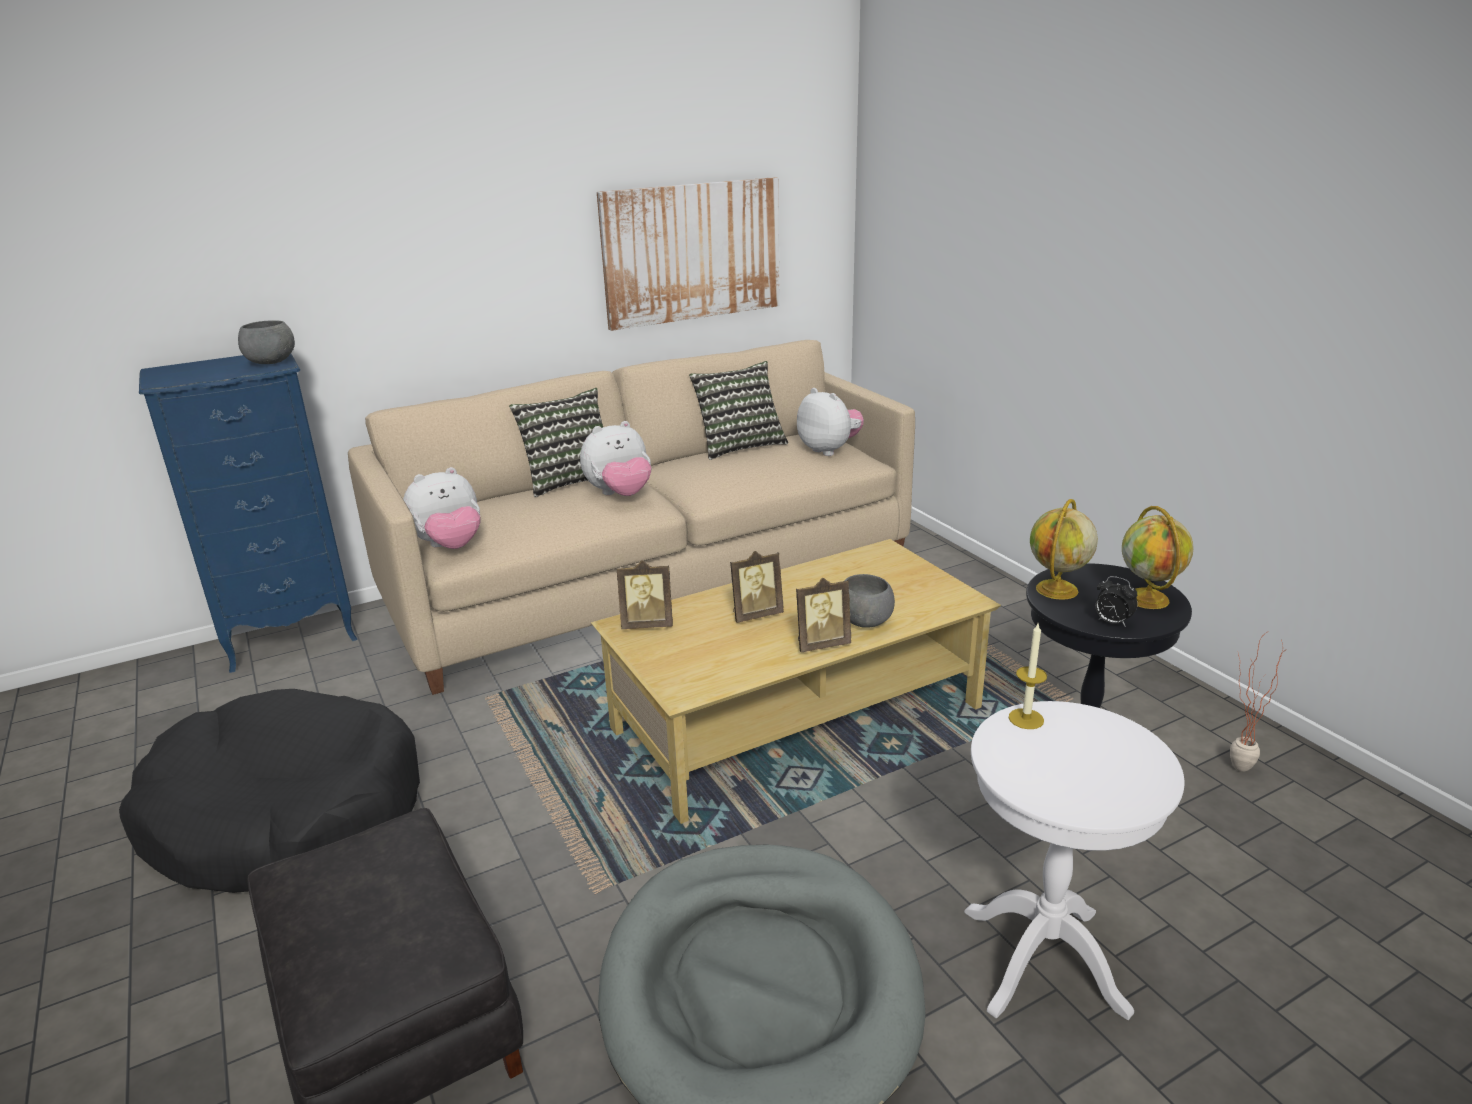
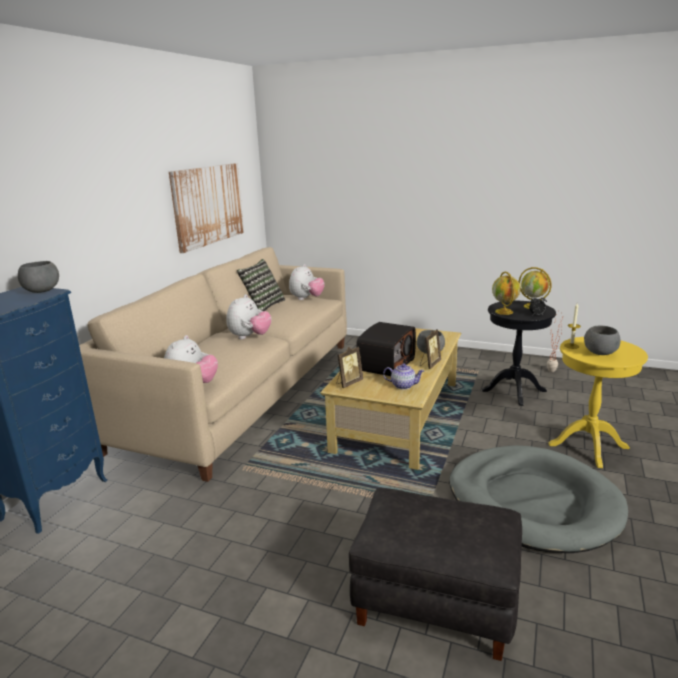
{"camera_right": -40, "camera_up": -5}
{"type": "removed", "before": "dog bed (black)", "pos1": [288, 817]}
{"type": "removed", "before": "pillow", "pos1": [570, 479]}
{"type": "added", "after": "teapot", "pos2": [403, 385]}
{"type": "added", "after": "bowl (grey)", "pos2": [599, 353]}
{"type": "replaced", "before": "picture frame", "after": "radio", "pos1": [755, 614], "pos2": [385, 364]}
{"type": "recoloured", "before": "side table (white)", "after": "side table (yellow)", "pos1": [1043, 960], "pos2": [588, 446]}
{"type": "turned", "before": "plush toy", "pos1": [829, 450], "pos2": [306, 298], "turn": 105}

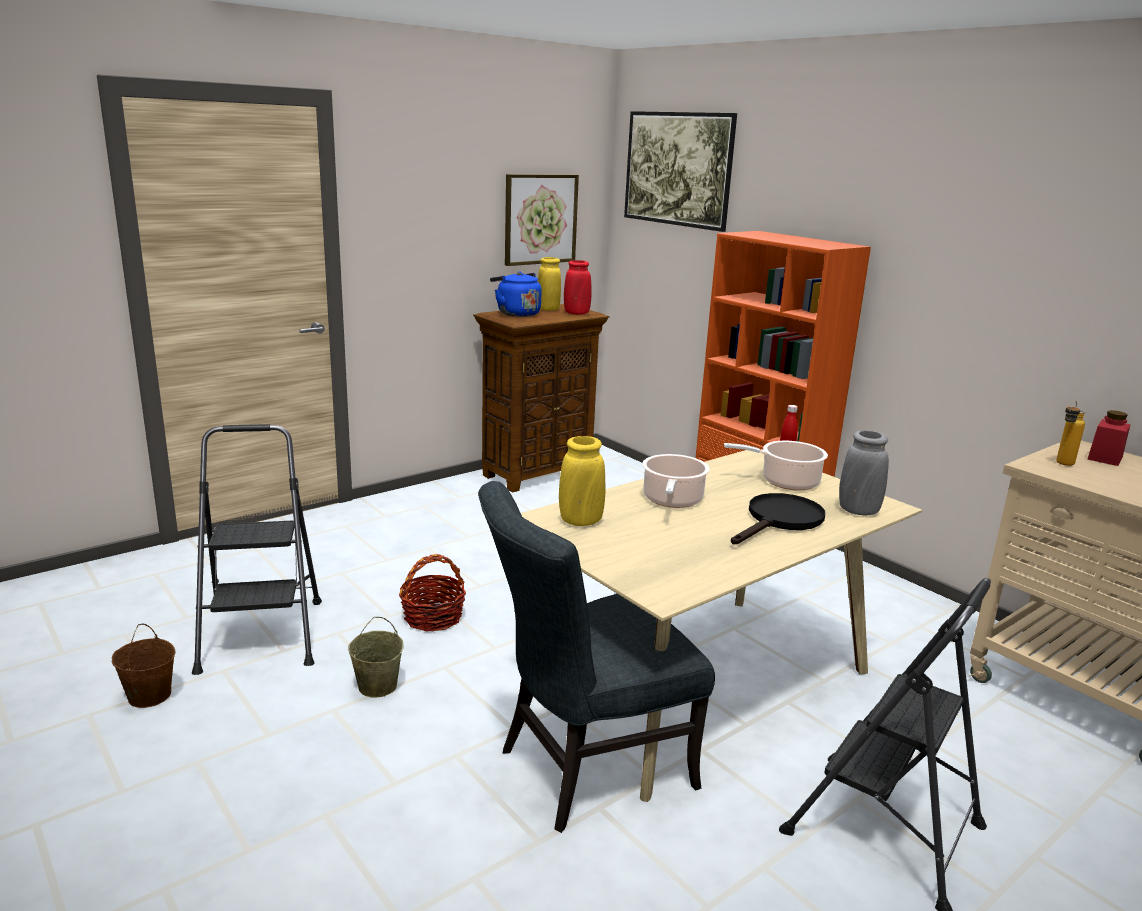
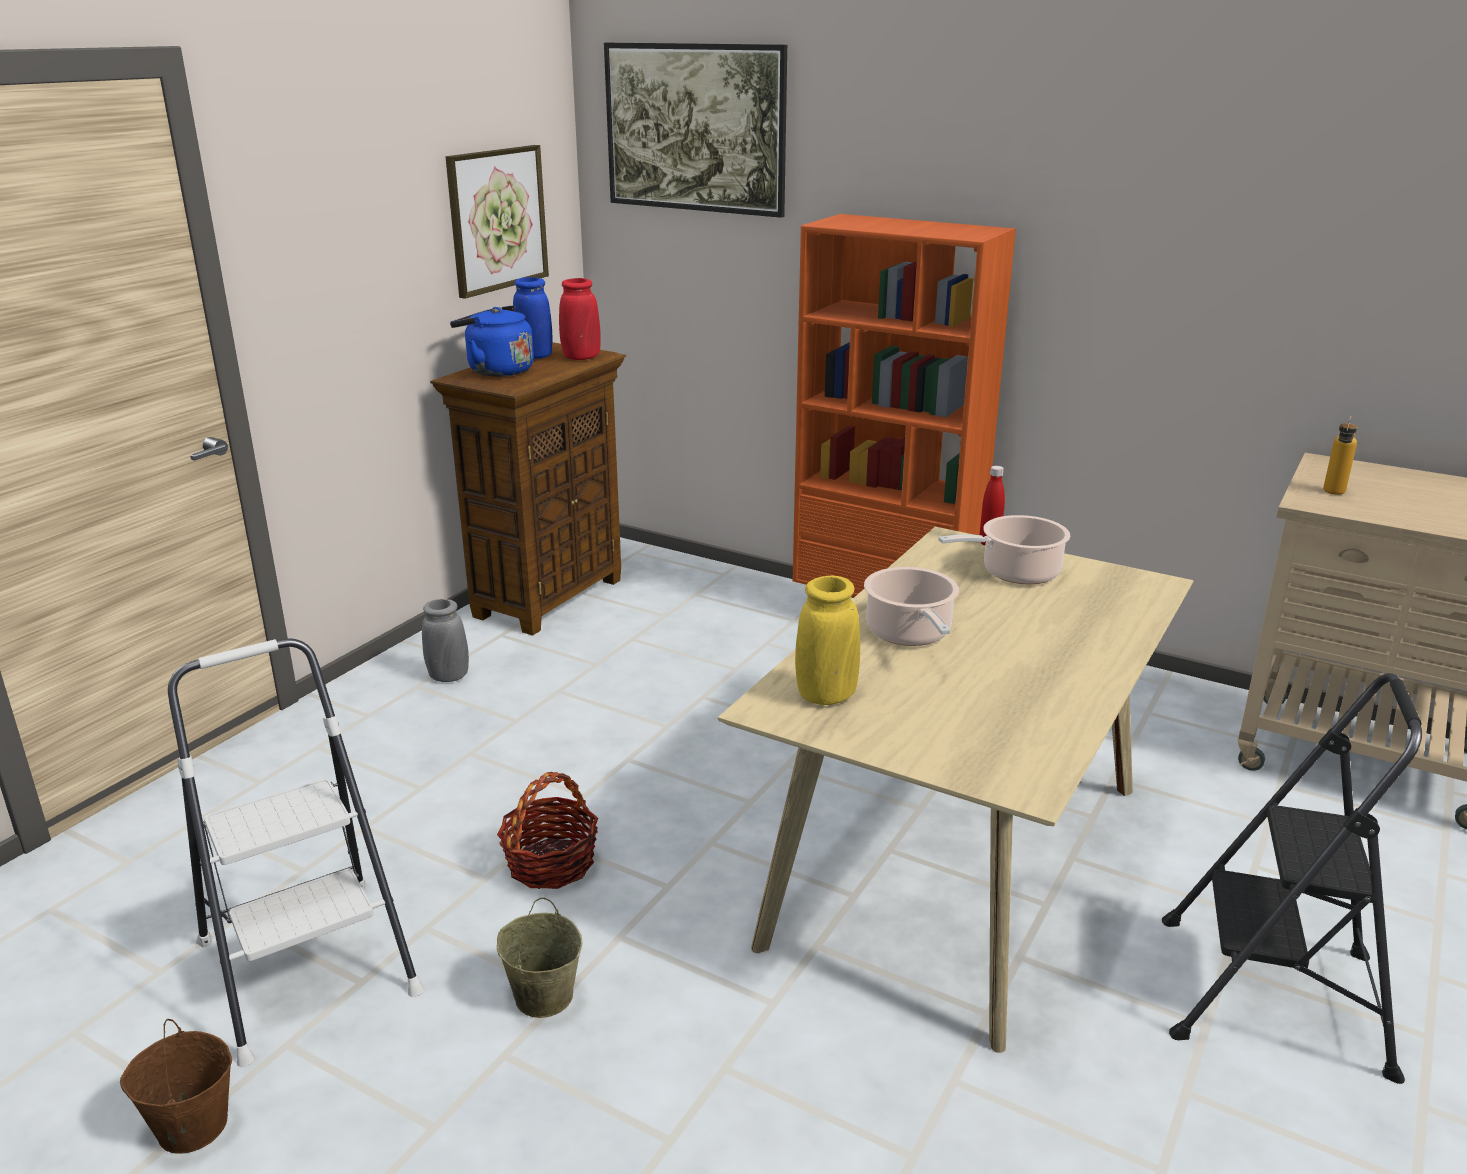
{"camera_right": -20, "camera_up": 5}
{"type": "removed", "before": "chair (grey)", "pos1": [585, 769]}
{"type": "removed", "before": "frying pan (black)", "pos1": [780, 520]}
{"type": "removed", "before": "jar (red)", "pos1": [1105, 458]}
{"type": "moved", "before": "vase (grey)", "pos1": [858, 511], "pos2": [448, 676]}
{"type": "recoloured", "before": "step ladder (black)", "after": "step ladder (white)", "pos1": [262, 631], "pos2": [306, 960]}
{"type": "recoloured", "before": "vase (yellow)", "after": "vase (blue)", "pos1": [548, 309], "pos2": [535, 356]}

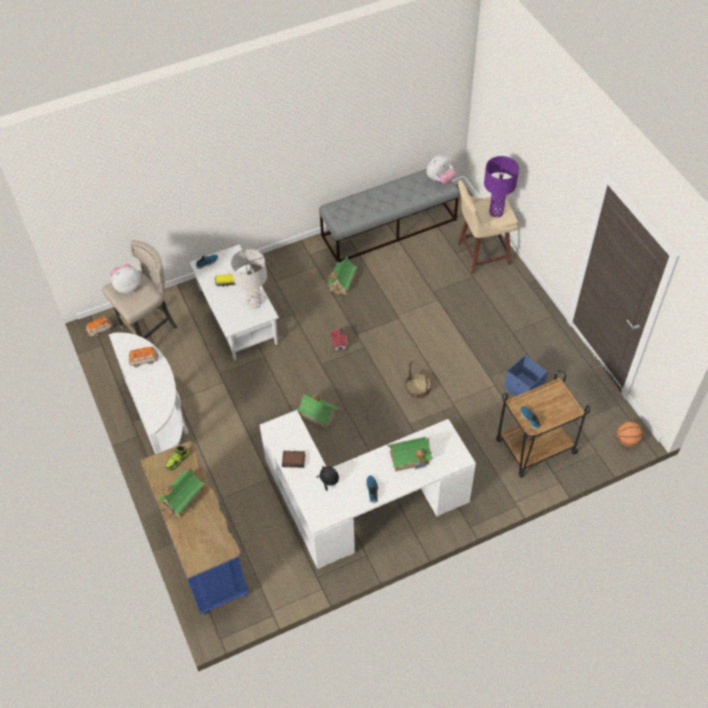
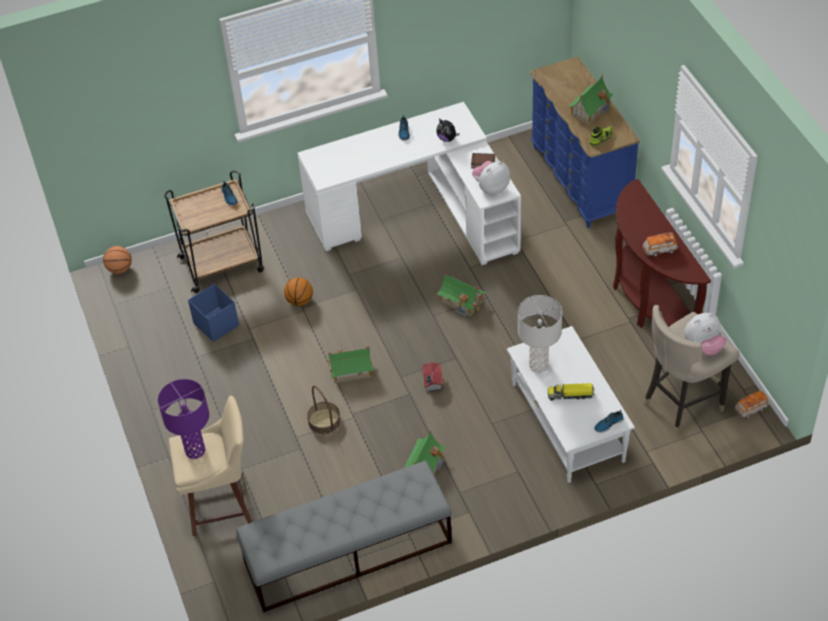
{"camera_right": -175, "camera_up": -5}
{"type": "added", "after": "basketball", "pos2": [300, 301]}
{"type": "moved", "before": "toy house", "pos1": [410, 457], "pos2": [351, 371]}
{"type": "moved", "before": "basket", "pos1": [417, 388], "pos2": [324, 421]}
{"type": "moved", "before": "plush toy", "pos1": [440, 180], "pos2": [491, 188]}
{"type": "recoloured", "before": "console table (white)", "after": "console table (brown)", "pos1": [160, 421], "pos2": [647, 299]}

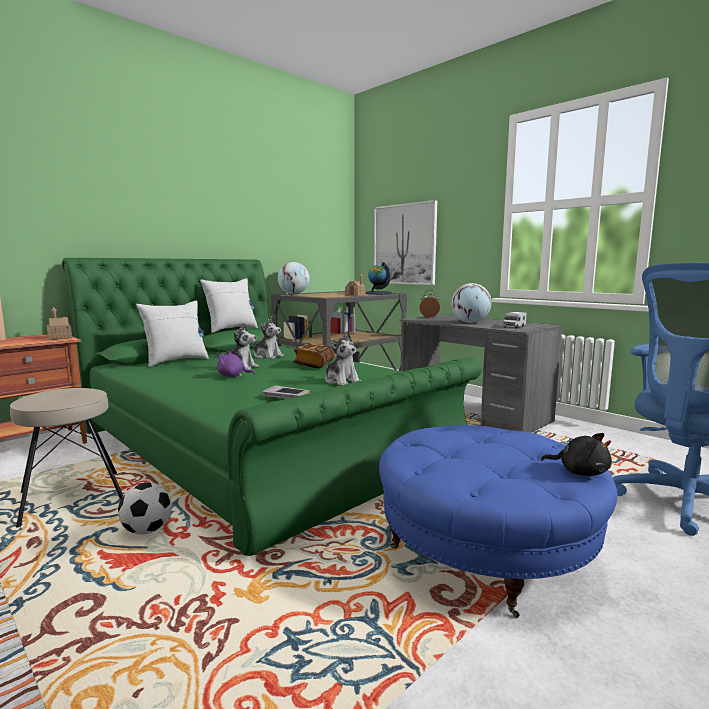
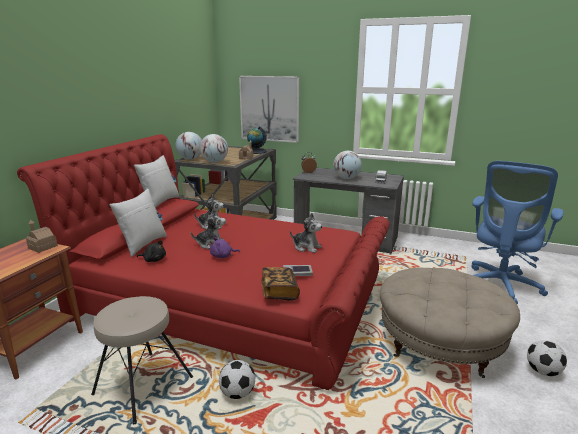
{"camera_right": -25, "camera_up": 10}
{"type": "added", "after": "globe", "pos2": [214, 162]}
{"type": "added", "after": "football", "pos2": [542, 371]}
{"type": "moved", "before": "book", "pos1": [314, 364], "pos2": [279, 292]}
{"type": "moved", "before": "plush toy (black)", "pos1": [580, 472], "pos2": [154, 260]}
{"type": "recoloured", "before": "bed (green)", "after": "bed (red)", "pos1": [258, 443], "pos2": [229, 297]}
{"type": "recoloured", "before": "ottoman (blue)", "after": "ottoman (beige)", "pos1": [485, 551], "pos2": [439, 343]}

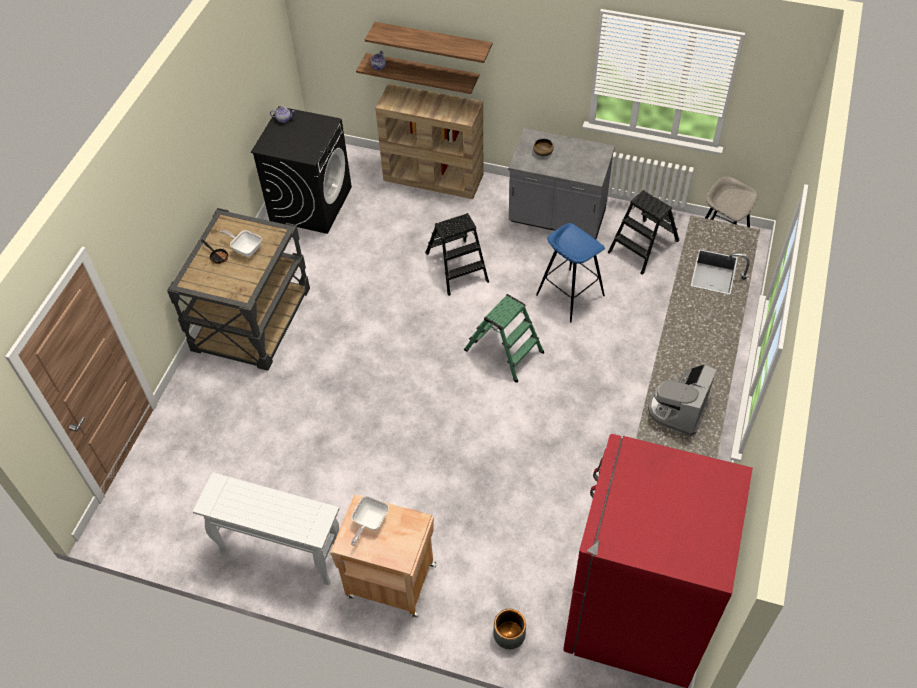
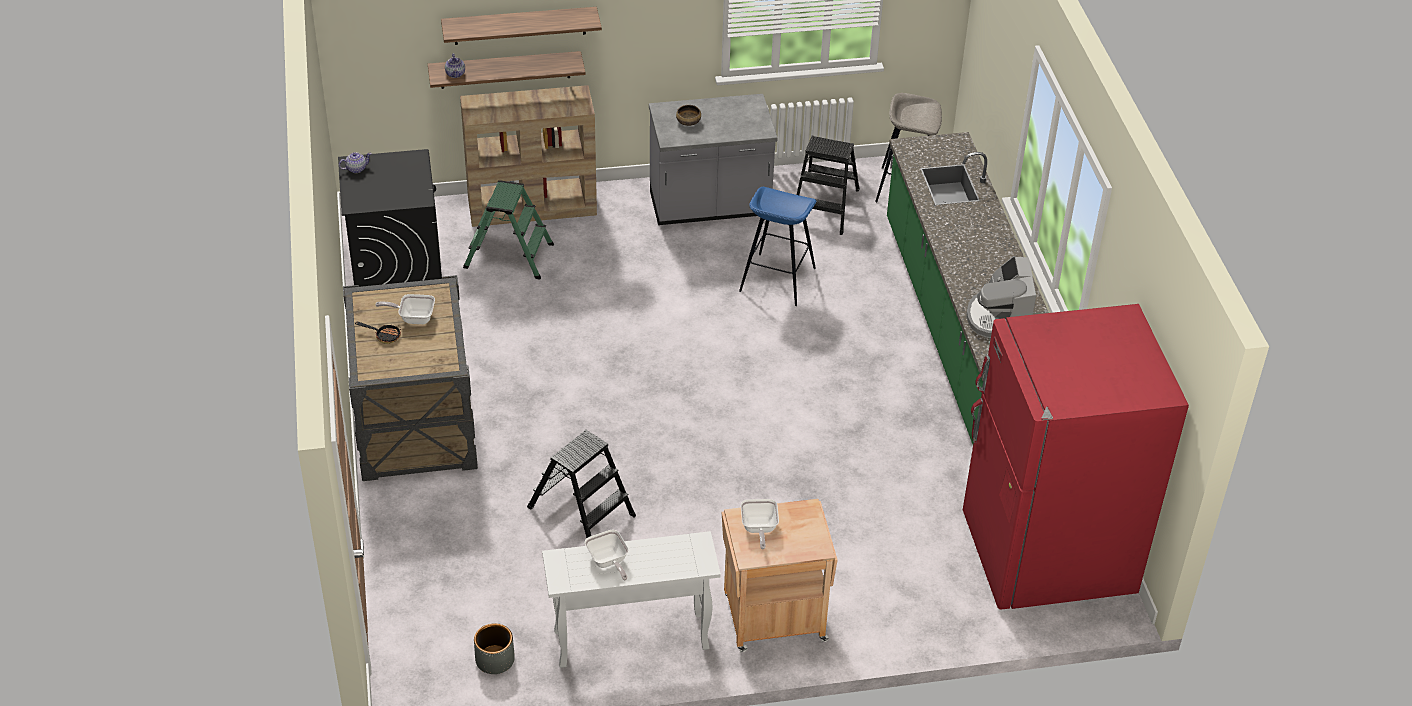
{"camera_right": -30, "camera_up": -10}
{"type": "added", "after": "frying pan", "pos2": [608, 562]}
{"type": "moved", "before": "step ladder (black)", "pos1": [456, 267], "pos2": [581, 511]}
{"type": "moved", "before": "step ladder (green)", "pos1": [503, 351], "pos2": [508, 256]}
{"type": "moved", "before": "planter (grey)", "pos1": [509, 634], "pos2": [495, 660]}

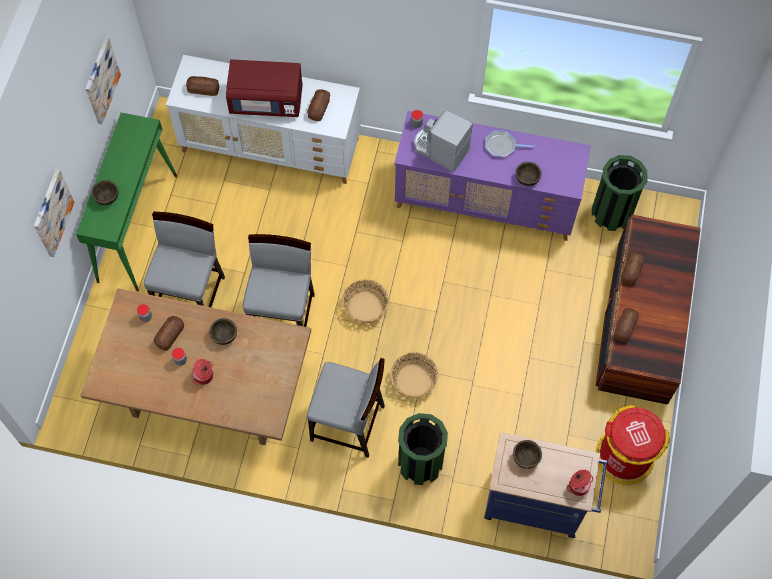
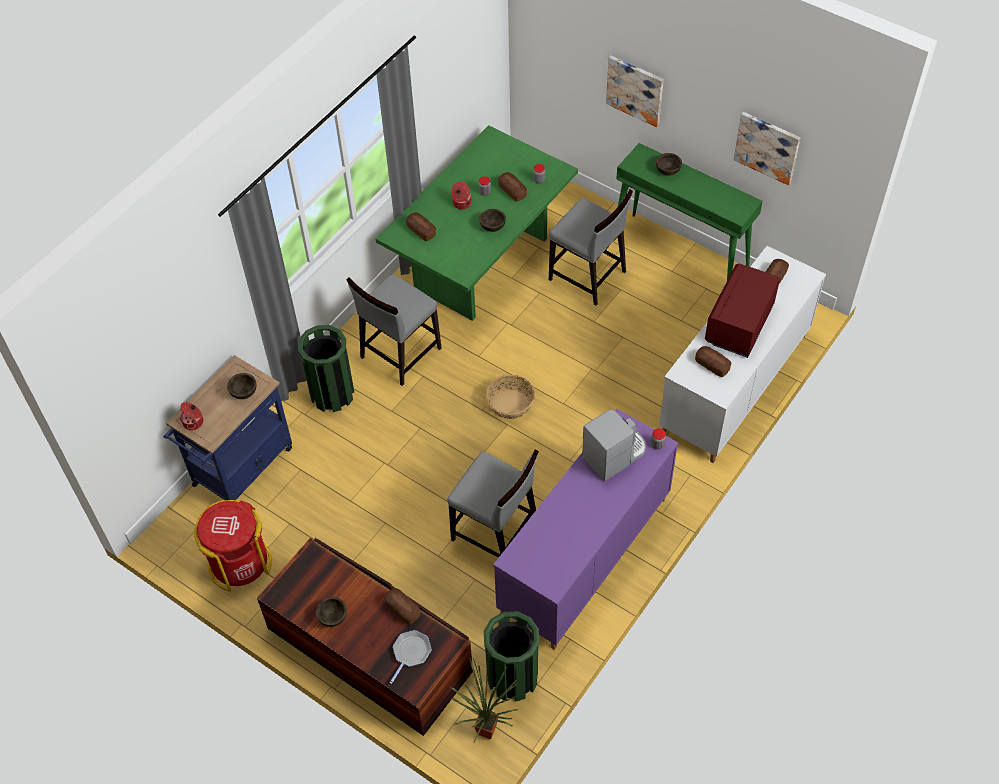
{"camera_right": 115, "camera_up": -10}
{"type": "removed", "before": "basket", "pos1": [413, 380]}
{"type": "added", "after": "potted plant", "pos2": [488, 728]}
{"type": "moved", "before": "chair (grey)", "pos1": [283, 316], "pos2": [495, 532]}
{"type": "moved", "before": "frying pan", "pos1": [502, 146], "pos2": [411, 653]}
{"type": "moved", "before": "bowl (brown)", "pos1": [527, 178], "pos2": [333, 617]}
{"type": "moved", "before": "bread", "pos1": [625, 327], "pos2": [421, 231]}
{"type": "recoloured", "before": "dining table (brown)", "after": "dining table (green)", "pos1": [208, 396], "pos2": [481, 262]}

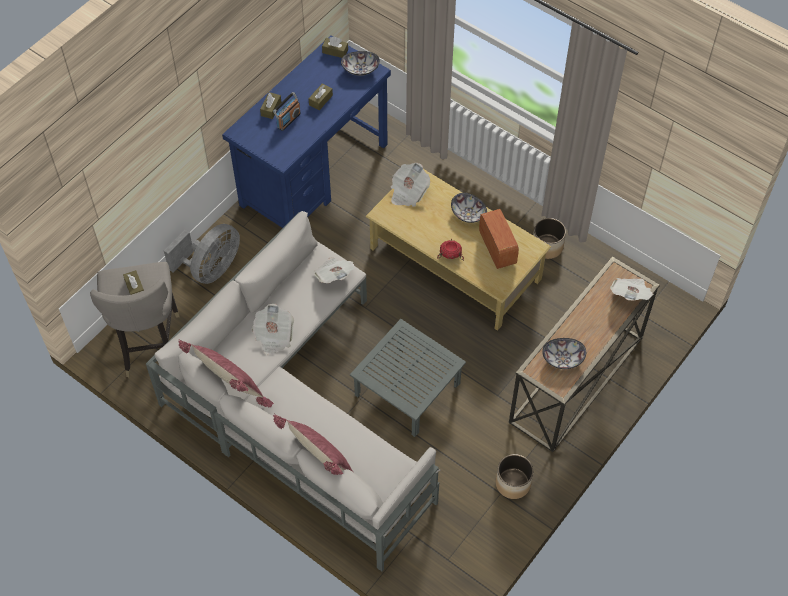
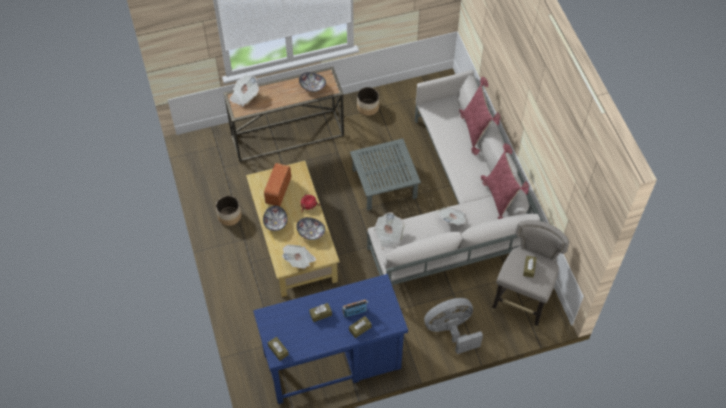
{"camera_right": -145, "camera_up": 0}
{"type": "moved", "before": "bowl", "pos1": [360, 69], "pos2": [311, 233]}

